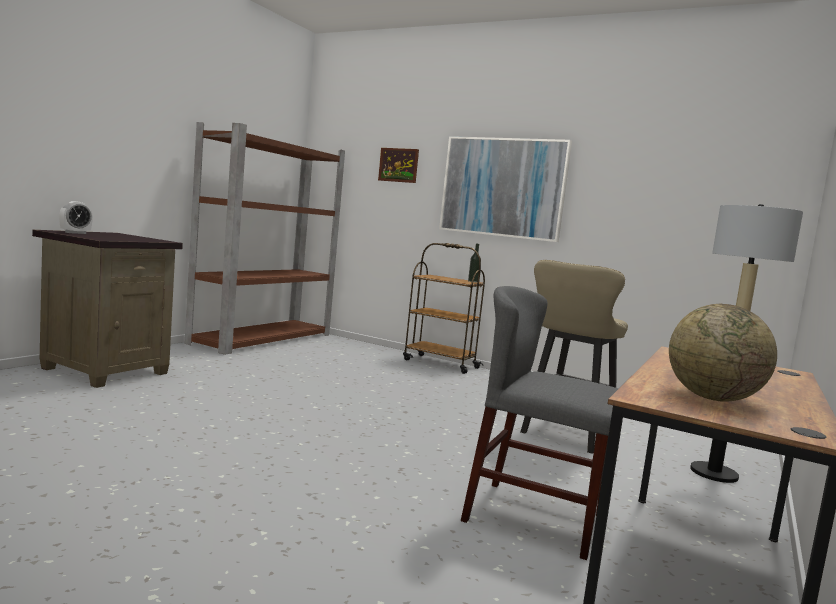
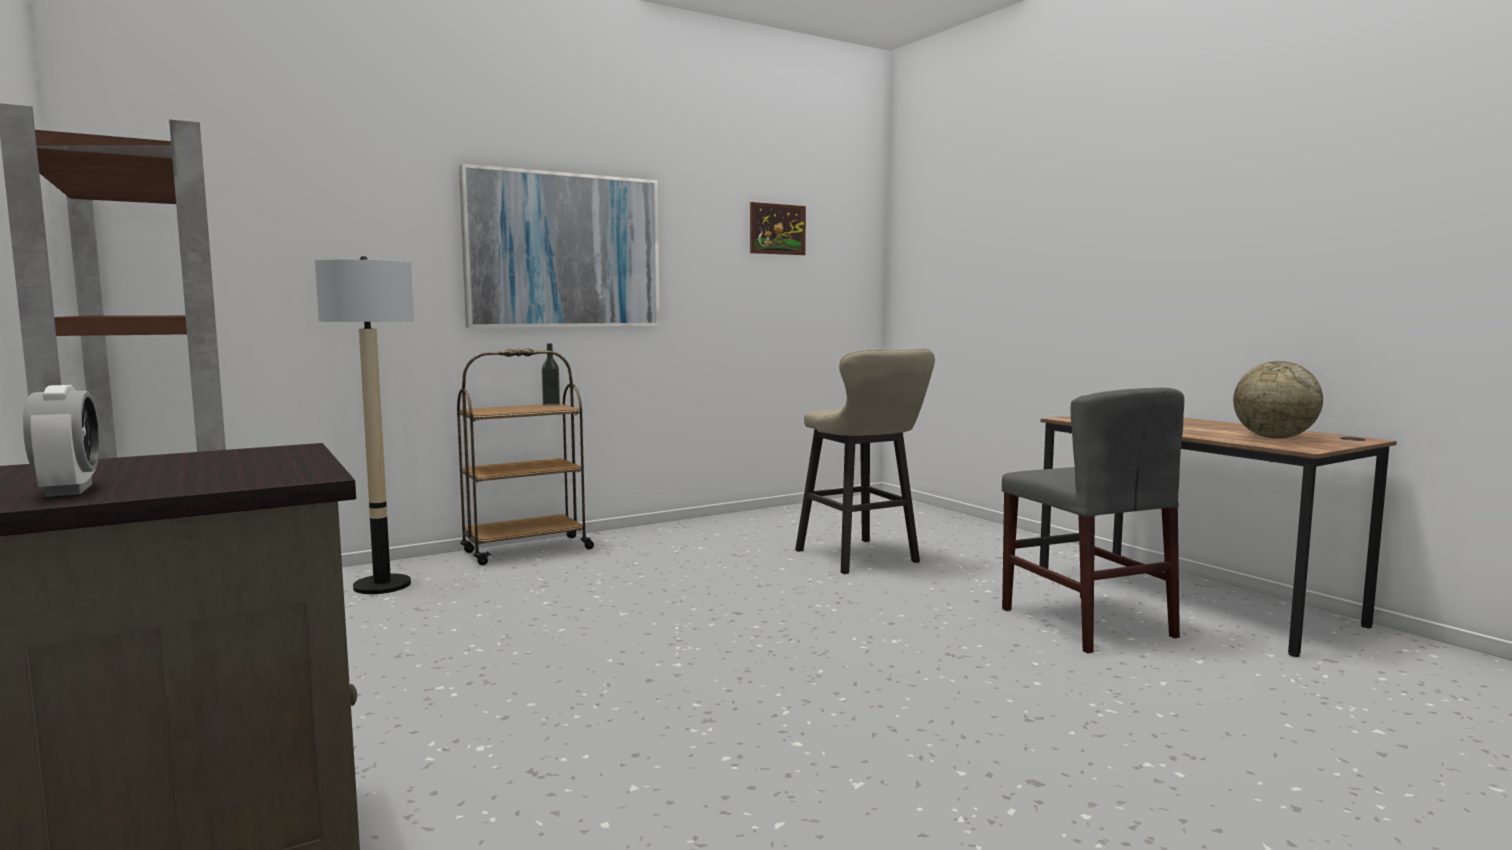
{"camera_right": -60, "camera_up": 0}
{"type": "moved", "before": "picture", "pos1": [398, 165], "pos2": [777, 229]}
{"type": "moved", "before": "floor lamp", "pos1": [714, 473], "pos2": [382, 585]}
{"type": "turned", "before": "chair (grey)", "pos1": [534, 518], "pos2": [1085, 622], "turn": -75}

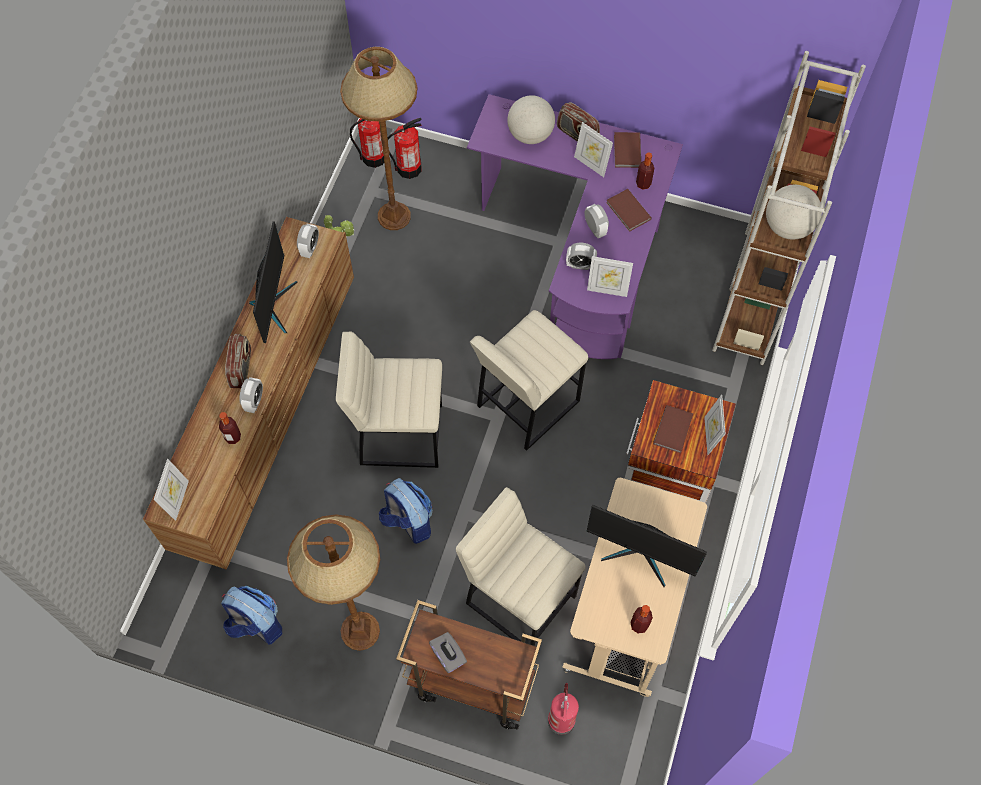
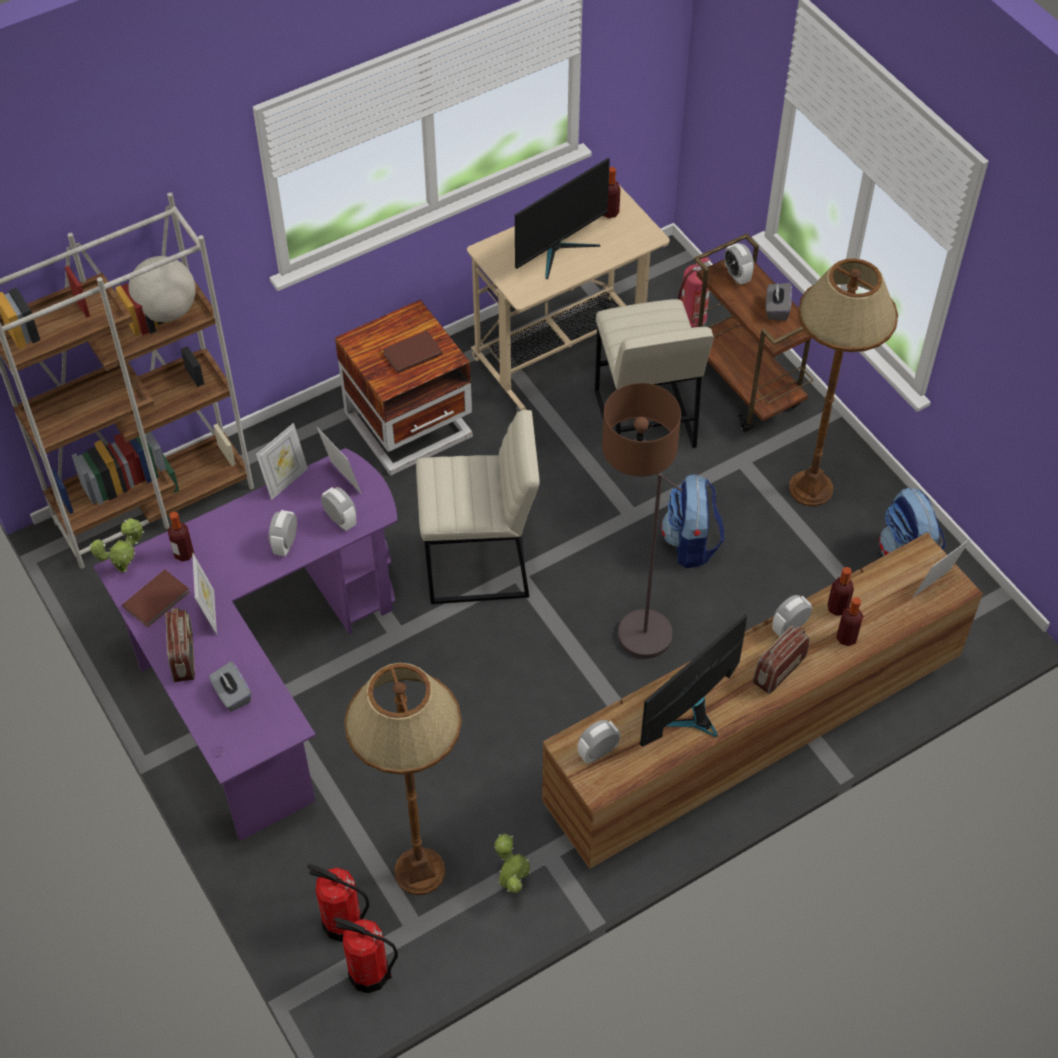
{"camera_right": -140, "camera_up": -10}
{"type": "removed", "before": "book (brown)", "pos1": [628, 212]}
{"type": "added", "after": "potted plant", "pos2": [126, 567]}
{"type": "added", "after": "alarm clock", "pos2": [737, 276]}
{"type": "added", "after": "bottle", "pos2": [846, 638]}
{"type": "moved", "before": "picture frame", "pos1": [710, 436], "pos2": [285, 481]}
{"type": "replaced", "before": "chair (beige)", "after": "floor lamp (brown)", "pos1": [398, 434], "pos2": [632, 626]}
{"type": "replaced", "before": "globe", "after": "tissue box (grey)", "pos1": [530, 134], "pos2": [232, 695]}
{"type": "turned", "before": "monitor", "pos1": [640, 555], "pos2": [559, 250], "turn": 75}

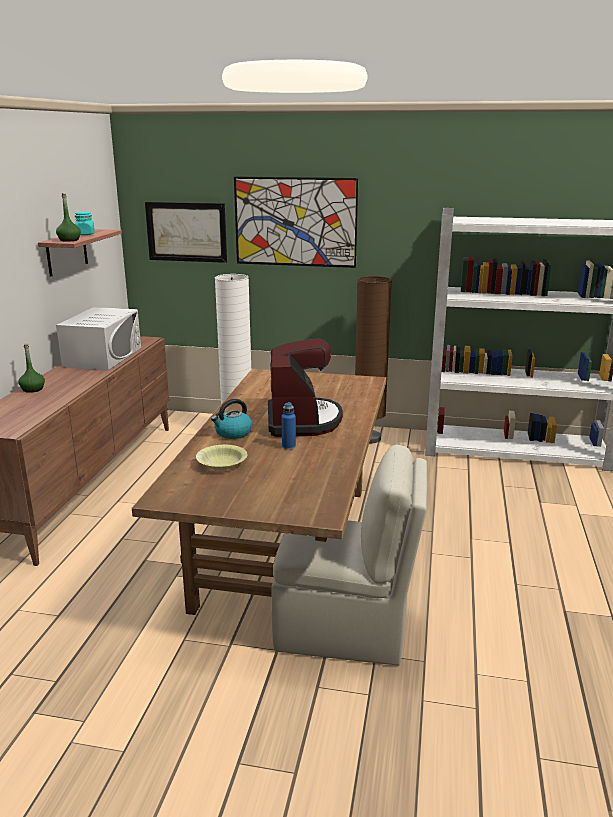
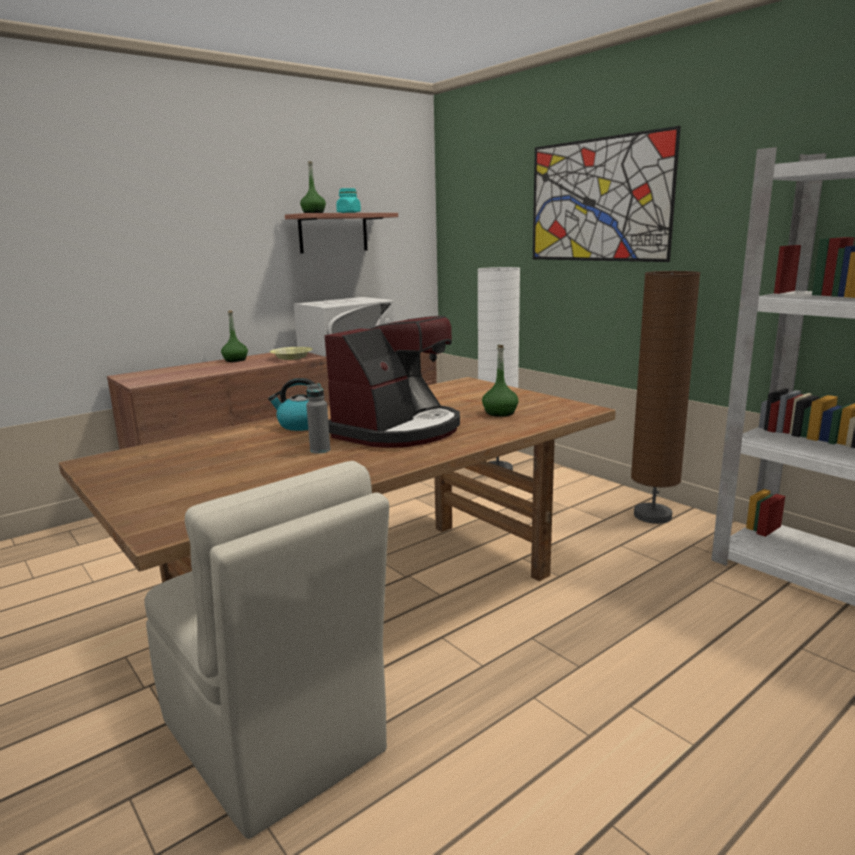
{"camera_right": 40, "camera_up": -5}
{"type": "removed", "before": "picture", "pos1": [186, 232]}
{"type": "added", "after": "bottle (green)", "pos2": [500, 413]}
{"type": "moved", "before": "bowl (yellow)", "pos1": [222, 464], "pos2": [292, 358]}
{"type": "recoloured", "before": "bottle (blue)", "after": "bottle (grey)", "pos1": [288, 446], "pos2": [320, 450]}

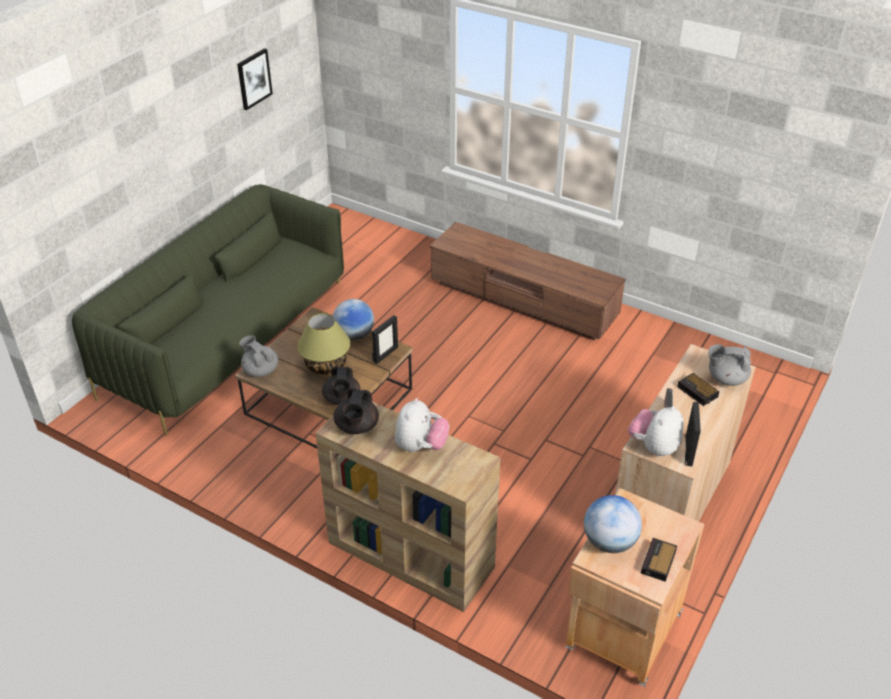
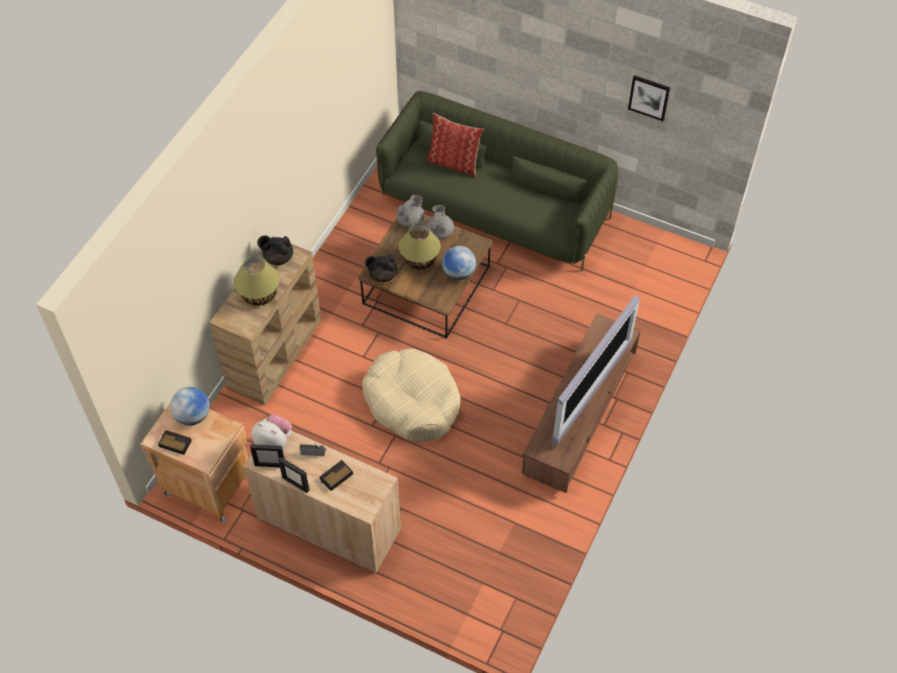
{"camera_right": 85, "camera_up": 15}
{"type": "added", "after": "dog bed (beige)", "pos2": [412, 402]}
{"type": "added", "after": "pillow", "pos2": [454, 163]}
{"type": "added", "after": "television", "pos2": [592, 396]}
{"type": "moved", "before": "picture frame", "pos1": [385, 354], "pos2": [296, 483]}
{"type": "moved", "before": "teapot (grey)", "pos1": [726, 378], "pos2": [439, 232]}
{"type": "replaced", "before": "plush toy", "after": "table lamp", "pos1": [420, 446], "pos2": [259, 294]}

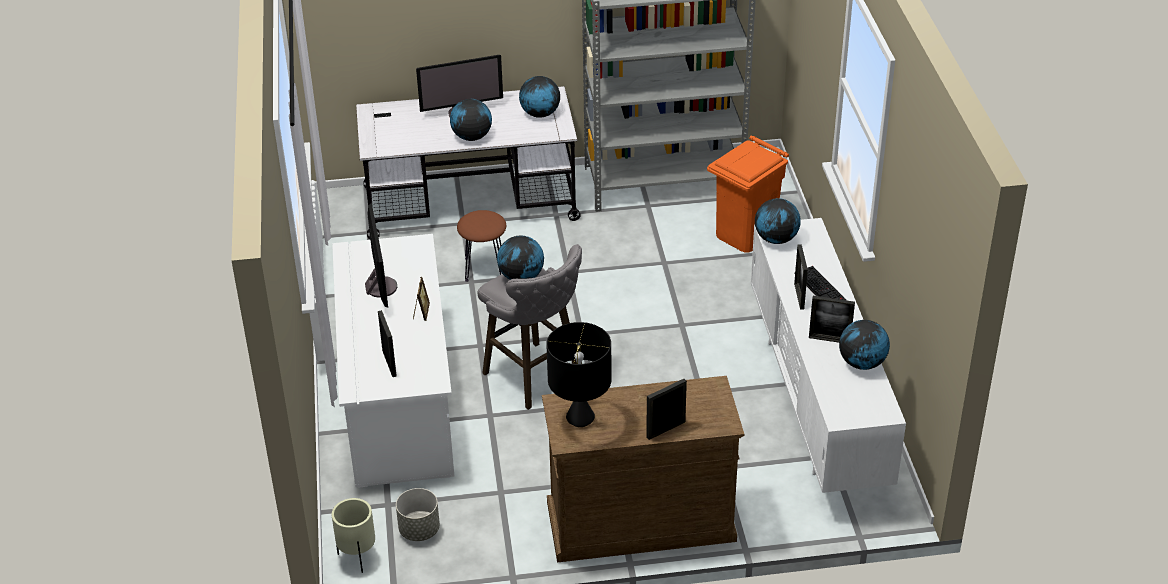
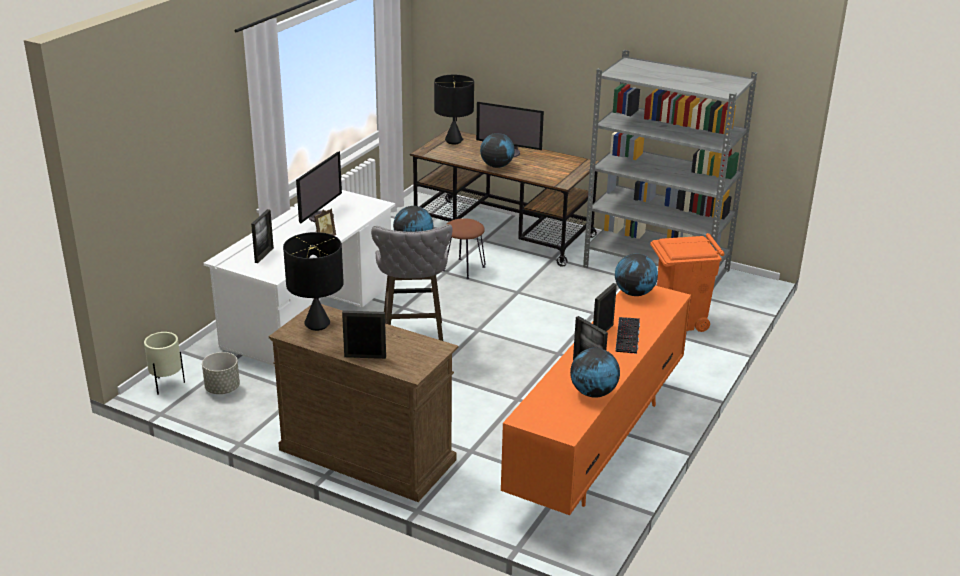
{"camera_right": 35, "camera_up": -10}
{"type": "removed", "before": "globe", "pos1": [540, 114]}
{"type": "added", "after": "table lamp (black)", "pos2": [453, 141]}
{"type": "recoloured", "before": "desk (white)", "after": "desk (brown)", "pos1": [470, 203], "pos2": [502, 232]}
{"type": "recoloured", "before": "cabinet (white)", "after": "cabinet (orange)", "pos1": [817, 405], "pos2": [598, 446]}

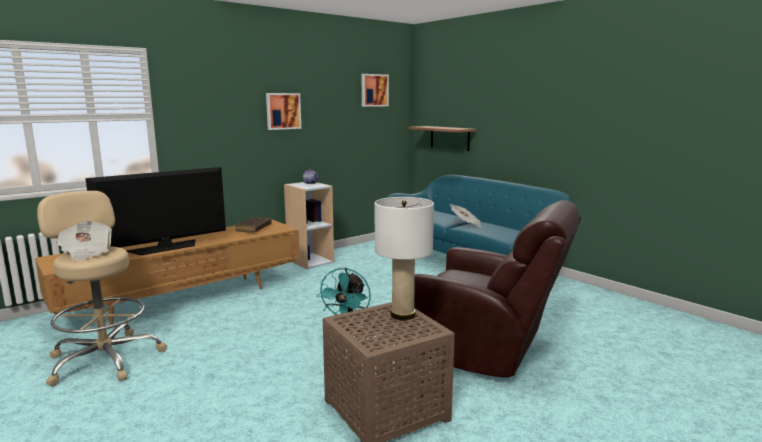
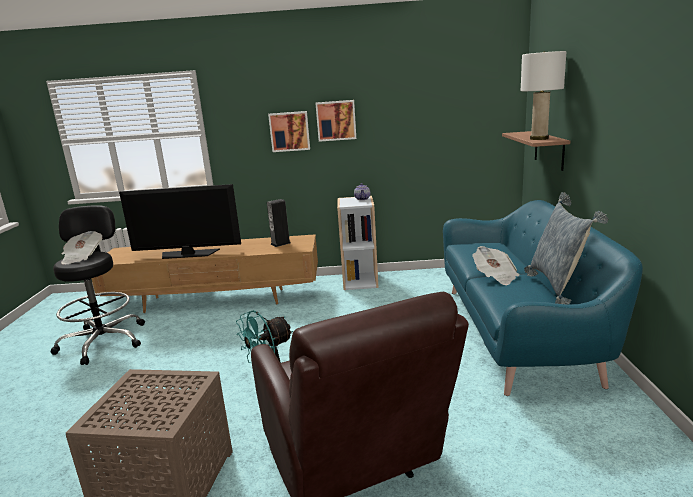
{"camera_right": 40, "camera_up": 5}
{"type": "added", "after": "pillow", "pos2": [559, 292]}
{"type": "moved", "before": "picture", "pos1": [374, 90], "pos2": [289, 131]}
{"type": "moved", "before": "table lamp (white)", "pos1": [403, 315], "pos2": [539, 138]}
{"type": "replaced", "before": "book (brown)", "after": "speaker", "pos1": [253, 228], "pos2": [280, 243]}
{"type": "recoloured", "before": "stool (beige)", "after": "stool (black)", "pos1": [105, 358], "pos2": [103, 341]}

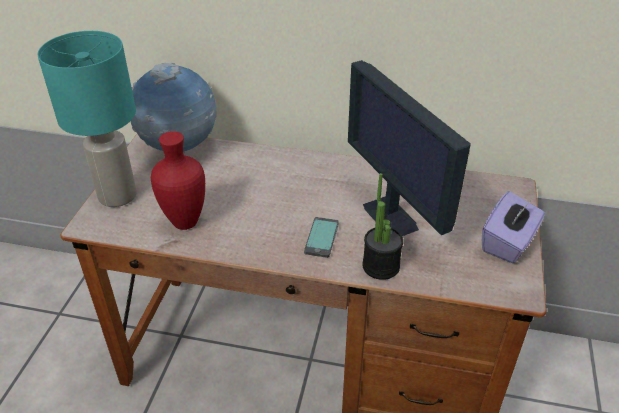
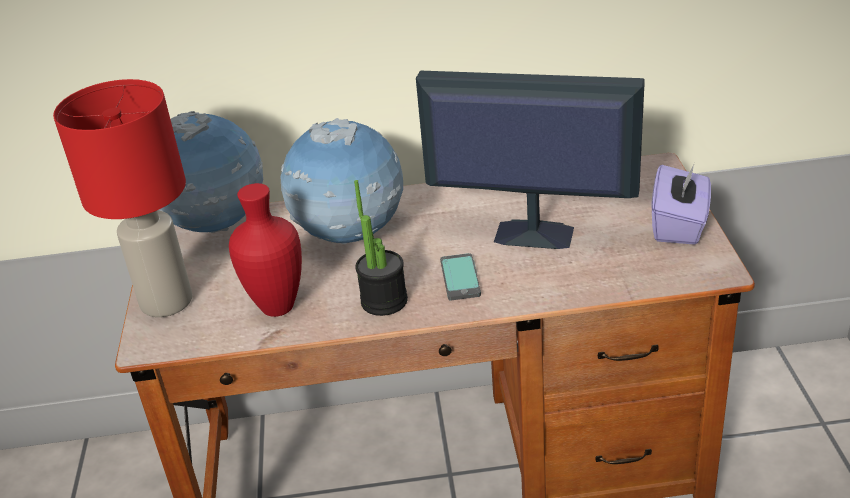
{"camera_right": -15, "camera_up": -5}
{"type": "added", "after": "globe", "pos2": [350, 238]}
{"type": "moved", "before": "potted plant", "pos1": [381, 266], "pos2": [384, 301]}
{"type": "recoloured", "before": "table lamp (turquoise)", "after": "table lamp (red)", "pos1": [118, 196], "pos2": [167, 302]}
{"type": "turned", "before": "monitor", "pos1": [391, 217], "pos2": [531, 234], "turn": 150}

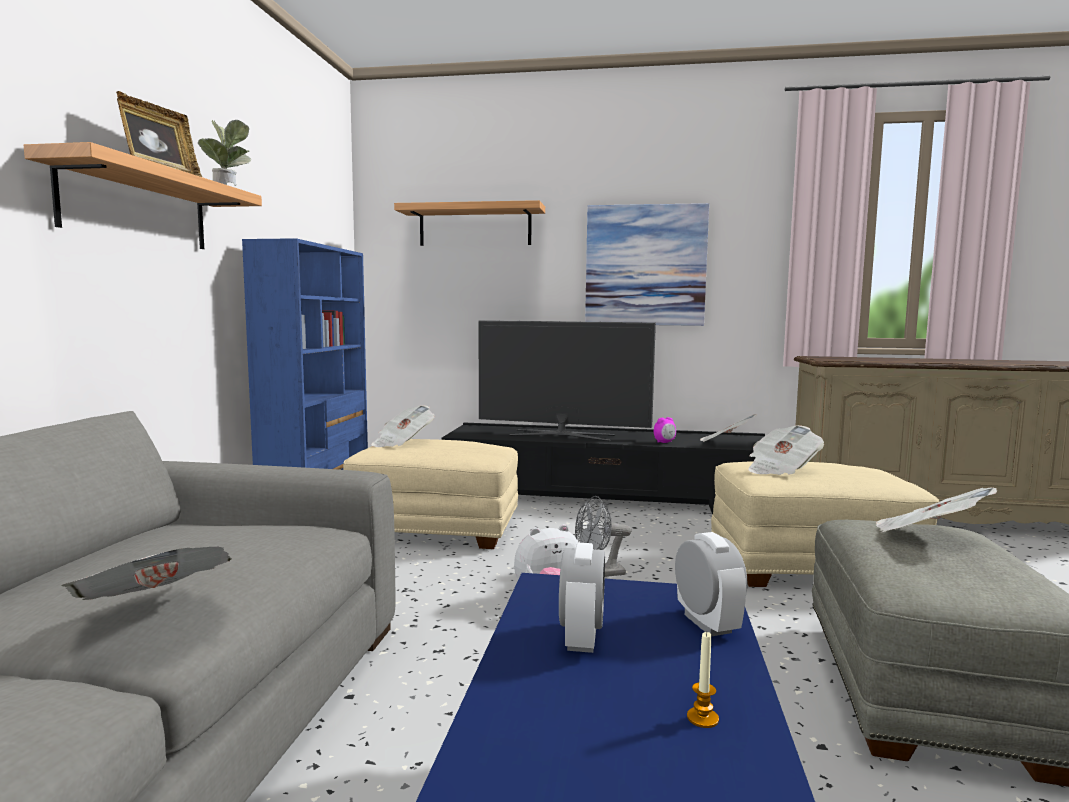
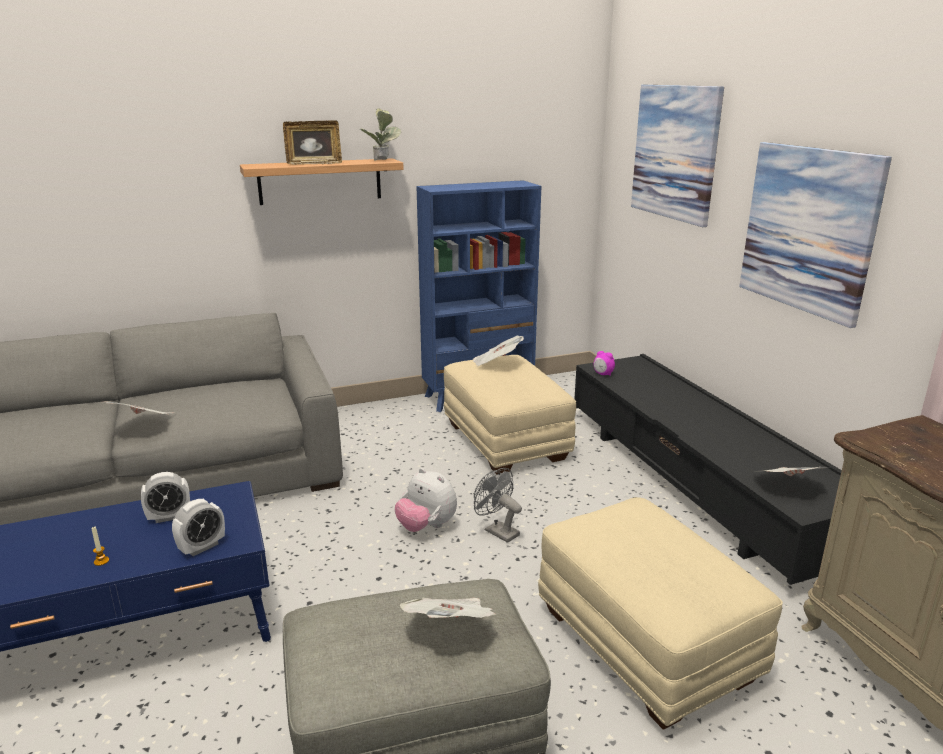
{"camera_right": 60, "camera_up": 15}
{"type": "removed", "before": "television", "pos1": [562, 435]}
{"type": "removed", "before": "newspaper", "pos1": [781, 470]}
{"type": "moved", "before": "alarm clock", "pos1": [664, 442], "pos2": [603, 374]}
{"type": "replaced", "before": "shelf", "after": "picture", "pos1": [475, 226], "pos2": [675, 152]}

